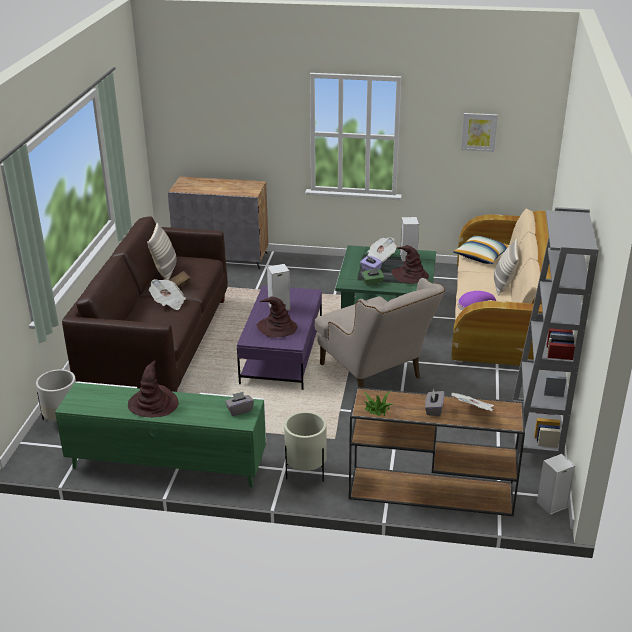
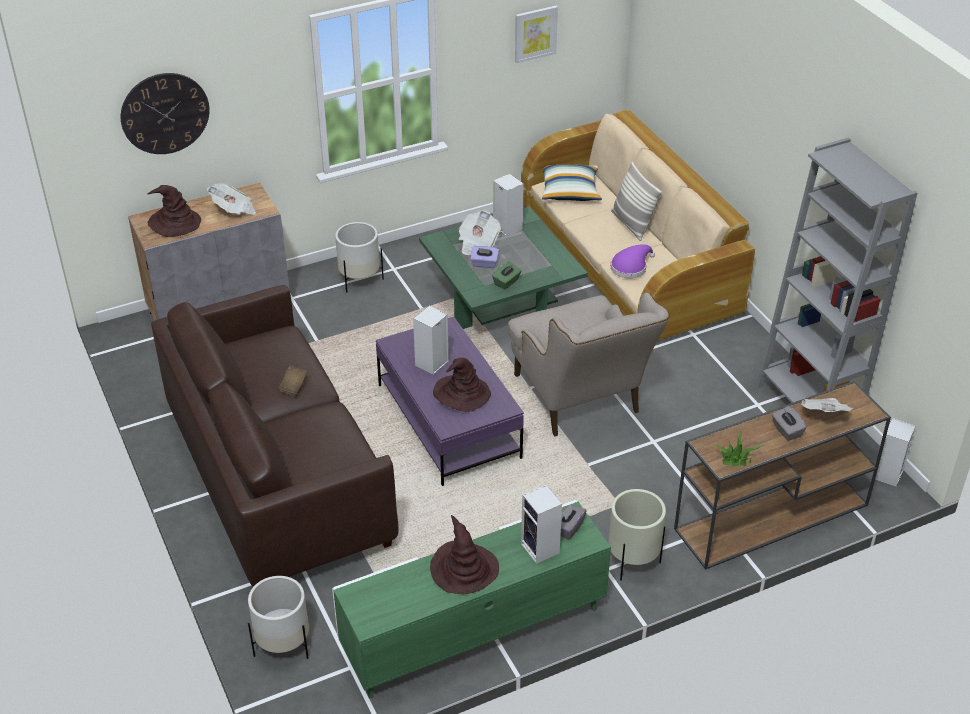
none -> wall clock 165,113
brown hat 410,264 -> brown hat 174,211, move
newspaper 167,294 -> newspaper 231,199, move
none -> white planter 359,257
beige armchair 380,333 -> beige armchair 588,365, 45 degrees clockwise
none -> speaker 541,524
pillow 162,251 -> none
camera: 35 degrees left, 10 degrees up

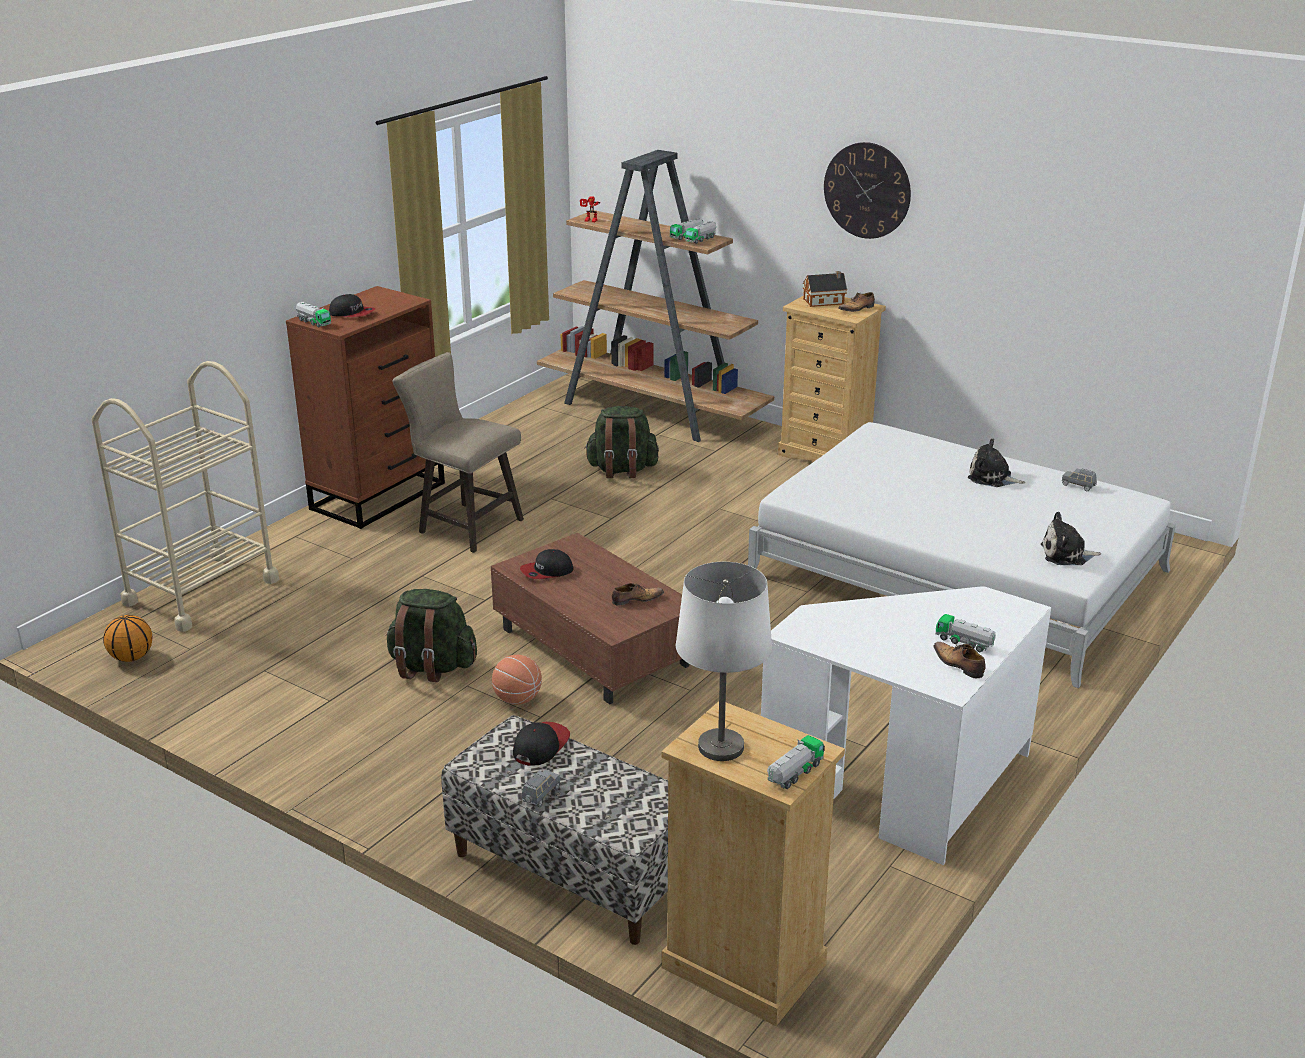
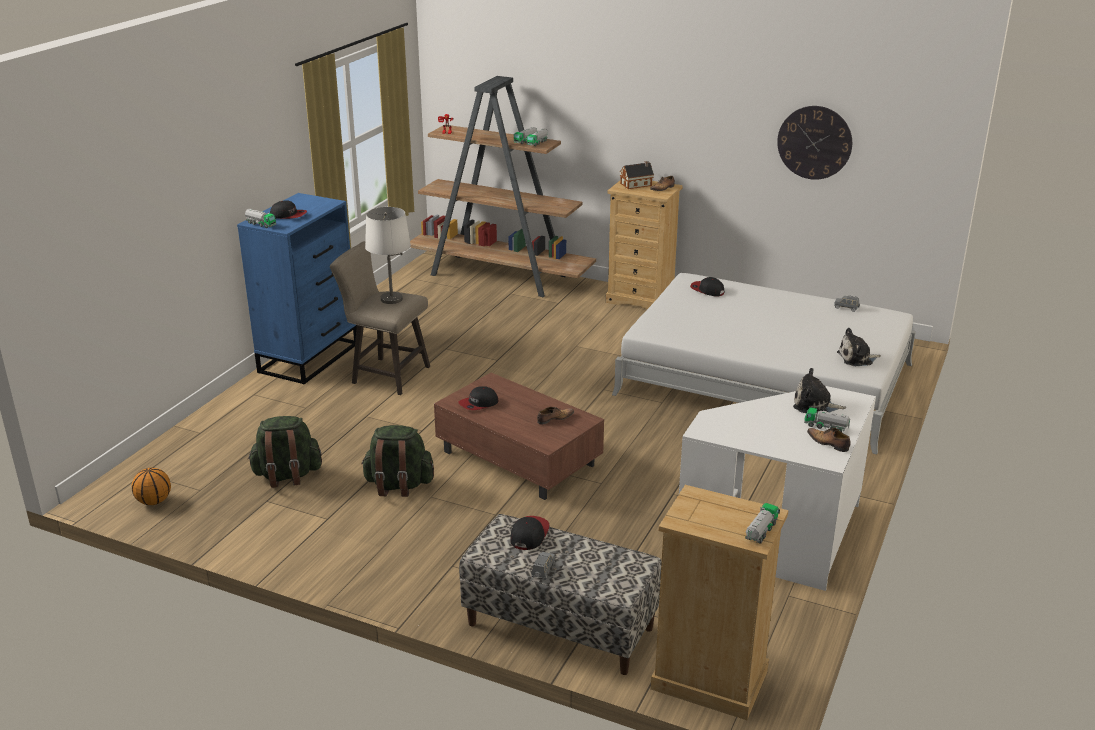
brown dresser 365,407 -> blue dresser 297,289
green backpack 621,442 -> green backpack 285,452, move
white table lamp 724,661 -> white table lamp 388,255, move
none -> cap 707,287
wall clock 867,190 -> wall clock 814,143, move
plush toy 996,463 -> plush toy 819,390, move
beige cart 185,496 -> none
basketball 517,680 -> none
camera: 10 degrees left, 0 degrees up

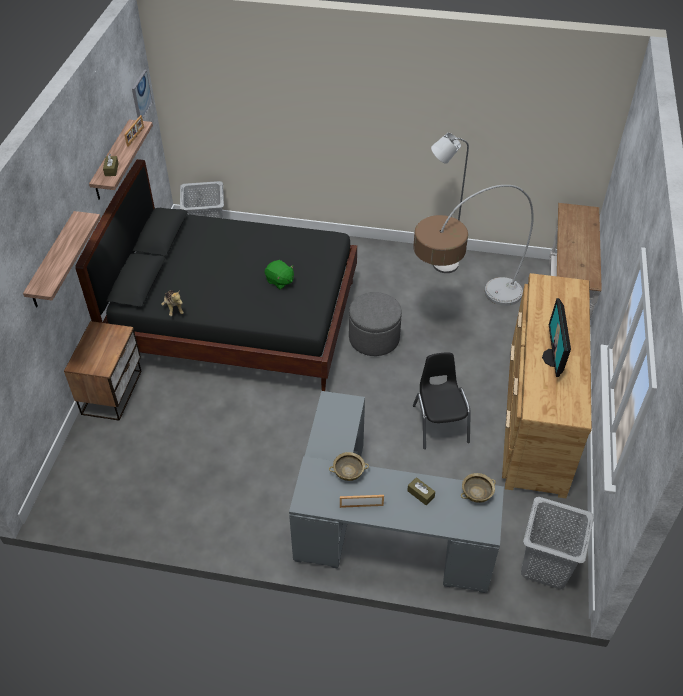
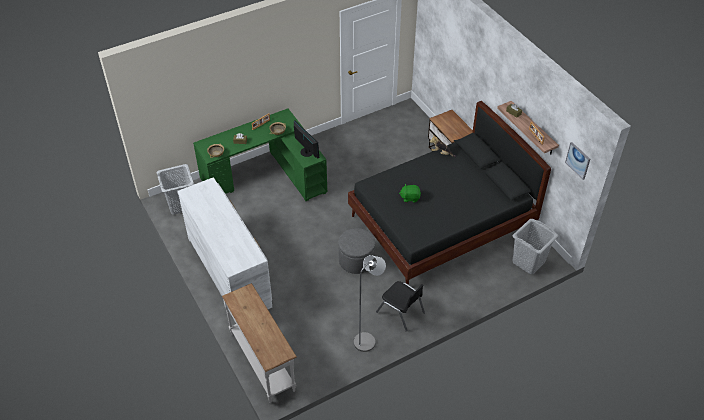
brown dresser 547,385 -> white dresser 224,243
grey desk 396,492 -> green desk 260,155
monitor 556,337 -> monitor 306,140, move
black chair 442,400 -> black chair 400,306, move
shelf 62,259 -> none
floor lamp 473,245 -> none
camera: 140 degrees right, 0 degrees up

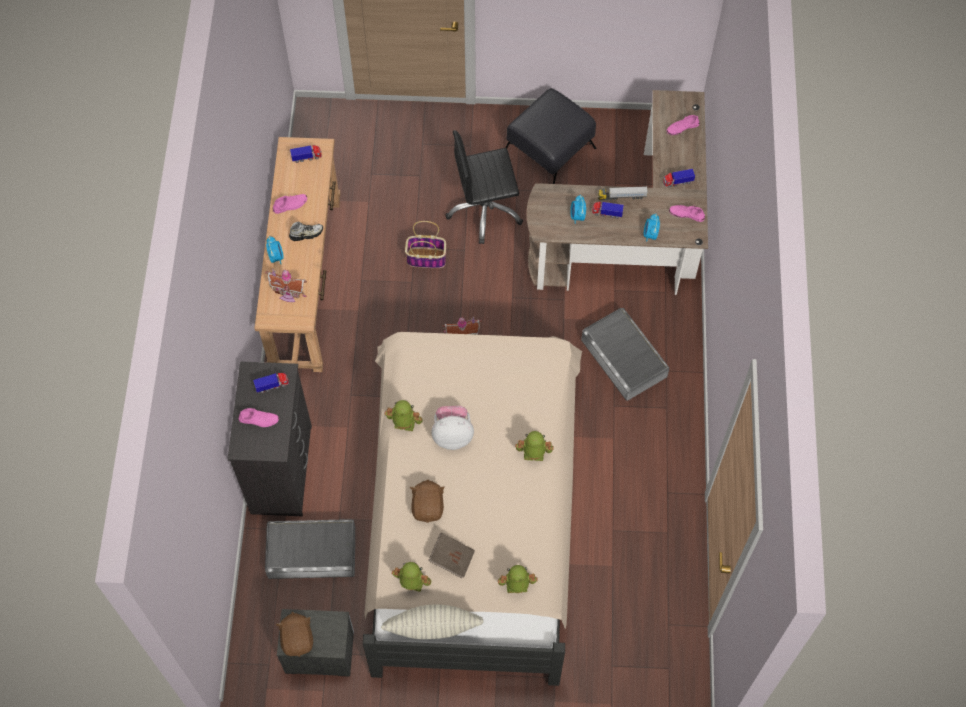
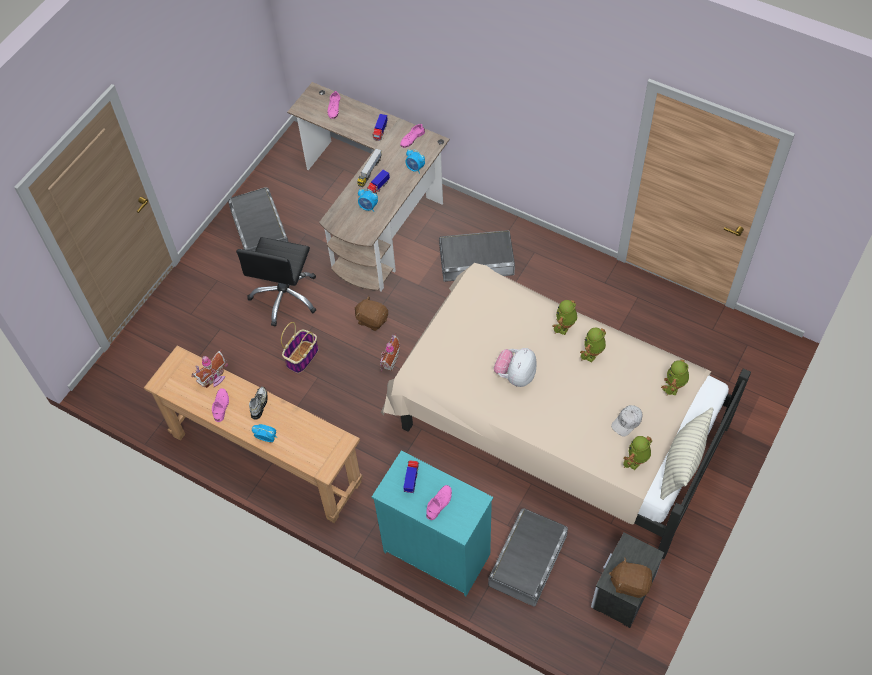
toy house 286,285 -> toy house 209,368, move
black ottoman 551,136 -> grey storage box 258,219
brown plush toy 427,501 -> brown plush toy 371,313, move
black dresser 269,438 -> turquoise dresser 432,523
toy robot 403,415 -> toy robot 593,345, move
brown book 451,555 -> white cap 626,421
toy truck 306,154 -> none
camera: 60 degrees left, 5 degrees down

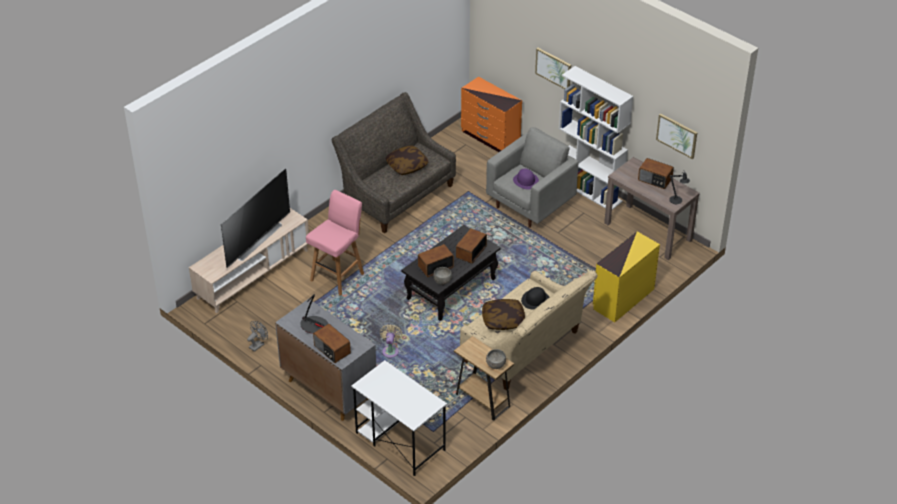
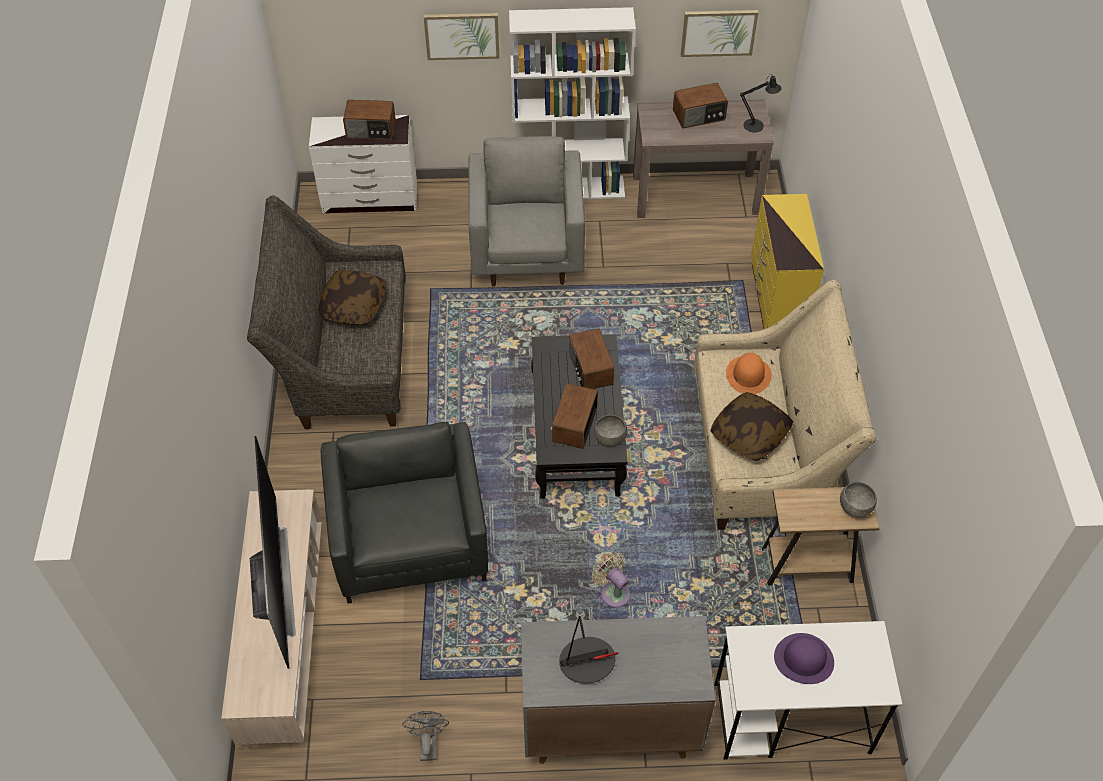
orange dresser 491,114 -> white dresser 363,164
pink stool 335,243 -> grey armchair 404,512
radio 332,343 -> radio 369,120, move
black hat 535,298 -> orange hat 749,373
purple hat 526,179 -> purple hat 804,658, move
camera: 45 degrees left, 10 degrees up

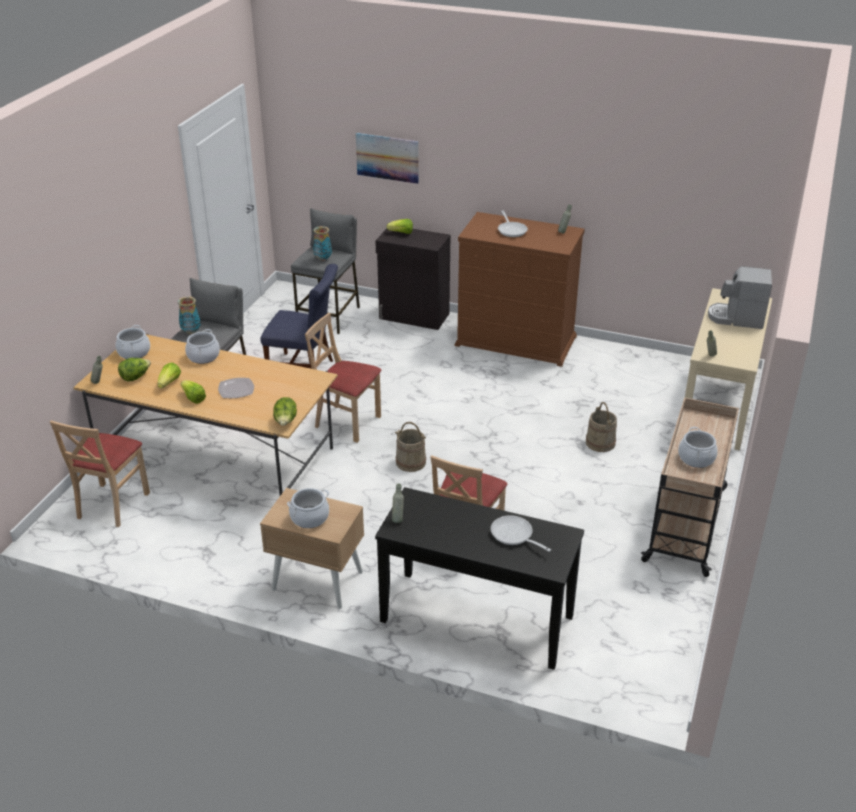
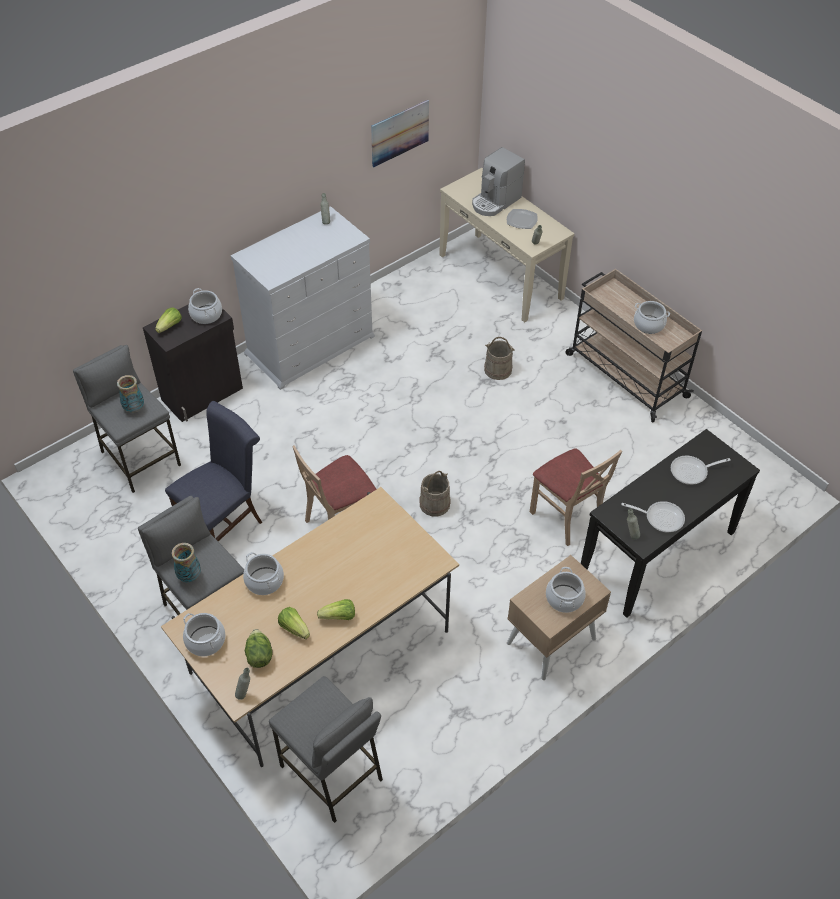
none -> cooking pot 205,306
brown dresser 520,289 -> white dresser 303,298
beige chair 100,473 -> grey stool 326,749
picture 387,158 -> picture 400,133, move
plate 236,388 -> plate 522,219, move
frying pan 513,224 -> frying pan 653,516, move
lettuce 285,411 -> none
camera: 60 degrees left, 15 degrees up

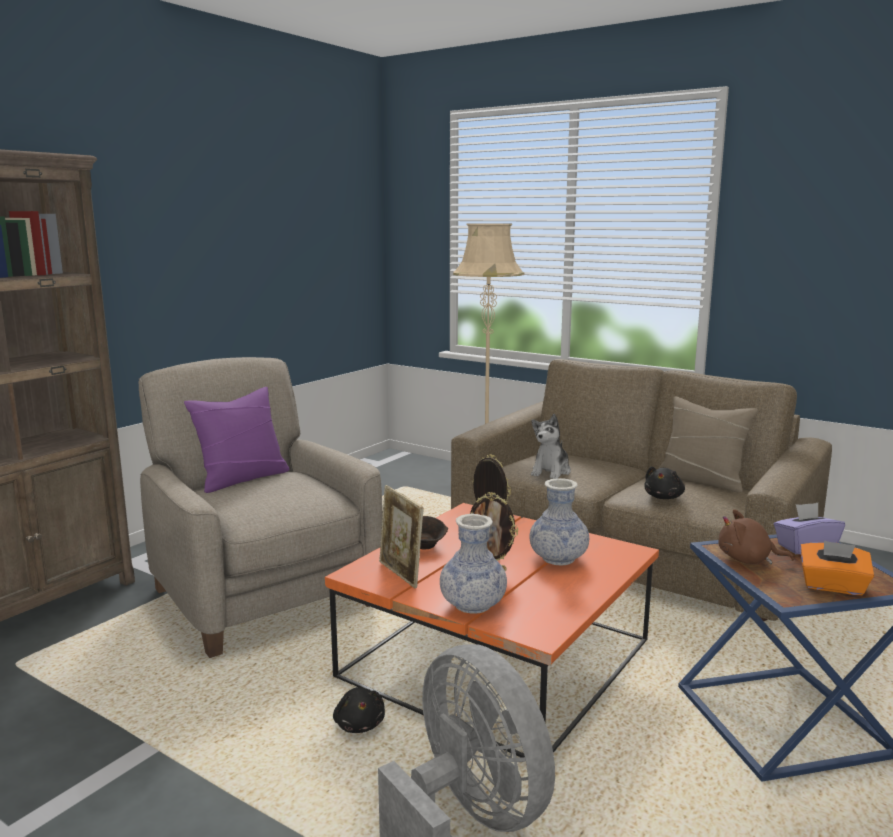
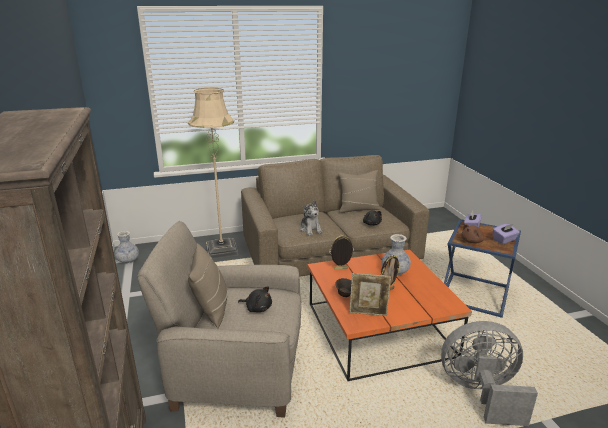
vase 473,563 -> vase 127,247, move
purple pillow 237,440 -> beige pillow 208,286
black plush toy 359,710 -> black plush toy 255,299, move
orange tissue box 837,568 -> purple tissue box 506,234
camera: 50 degrees left, 10 degrees up

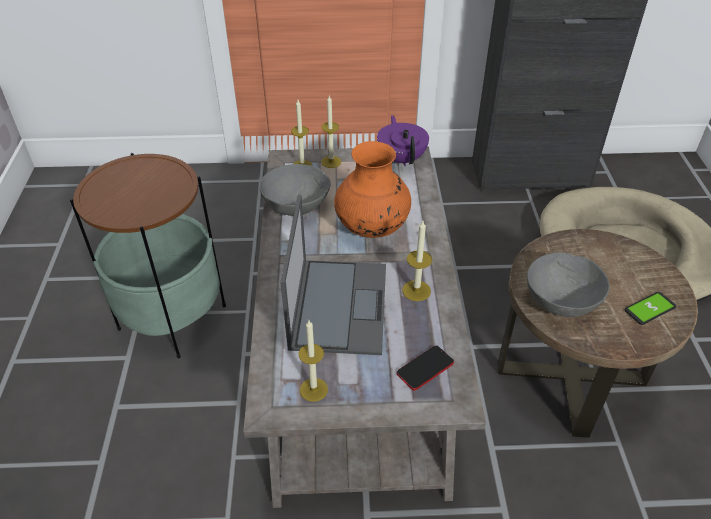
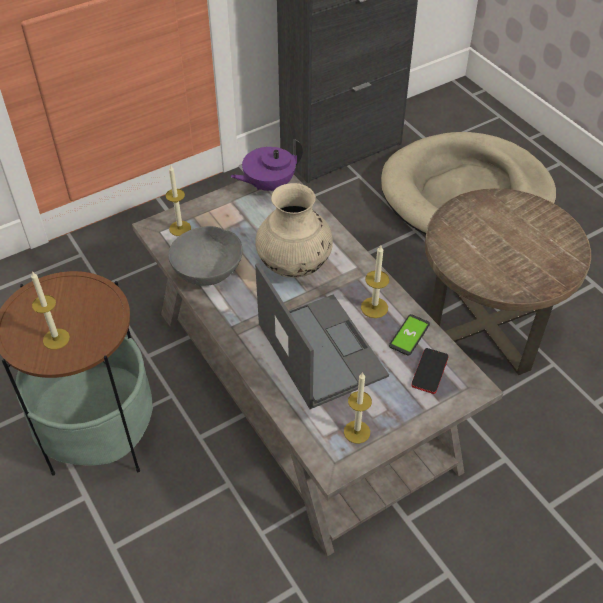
candle 331,132 -> candle 50,310, move
purple teapot 403,141 -> purple teapot 267,165, 75 degrees counterclockwise
orange vase 372,189 -> beige vase 294,230
phone 650,308 -> phone 409,335, move
grey bowl 568,284 -> none
camera: 30 degrees left, 5 degrees up

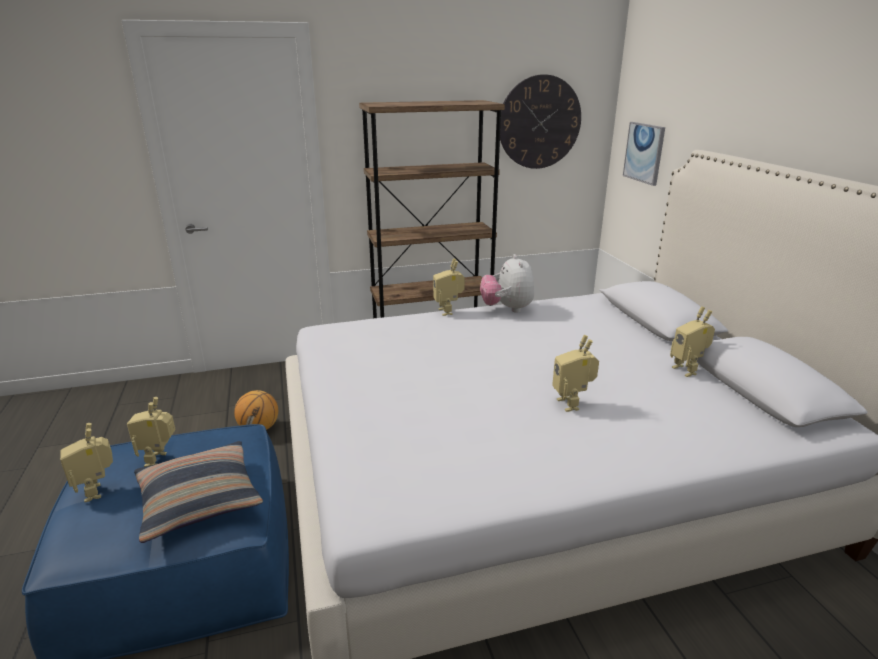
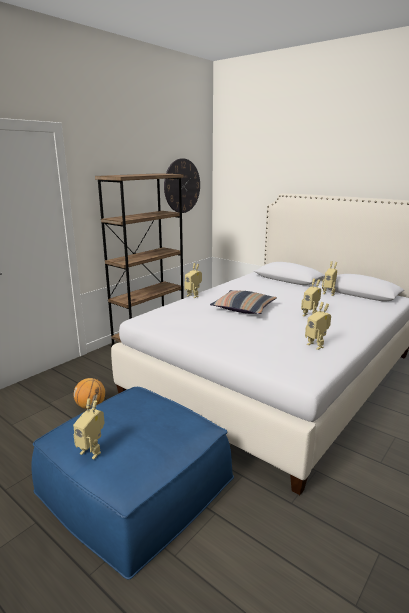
pillow 198,492 -> pillow 243,302, move
toy robot 151,432 -> toy robot 318,326, move
plush toy 507,283 -> none
picture 644,154 -> none
camera: 35 degrees left, 5 degrees down

